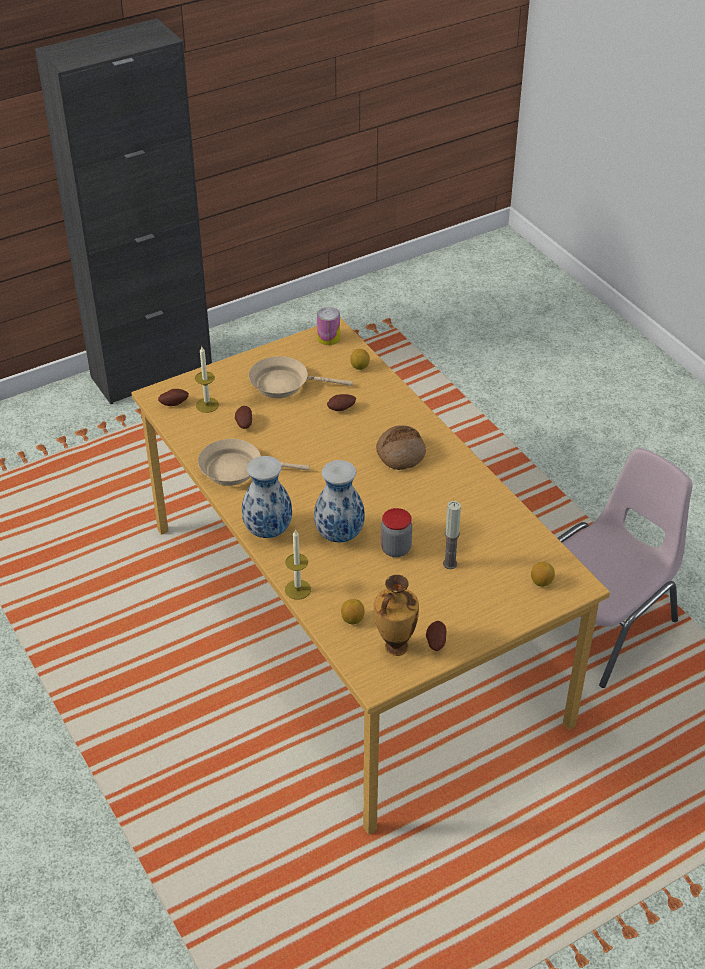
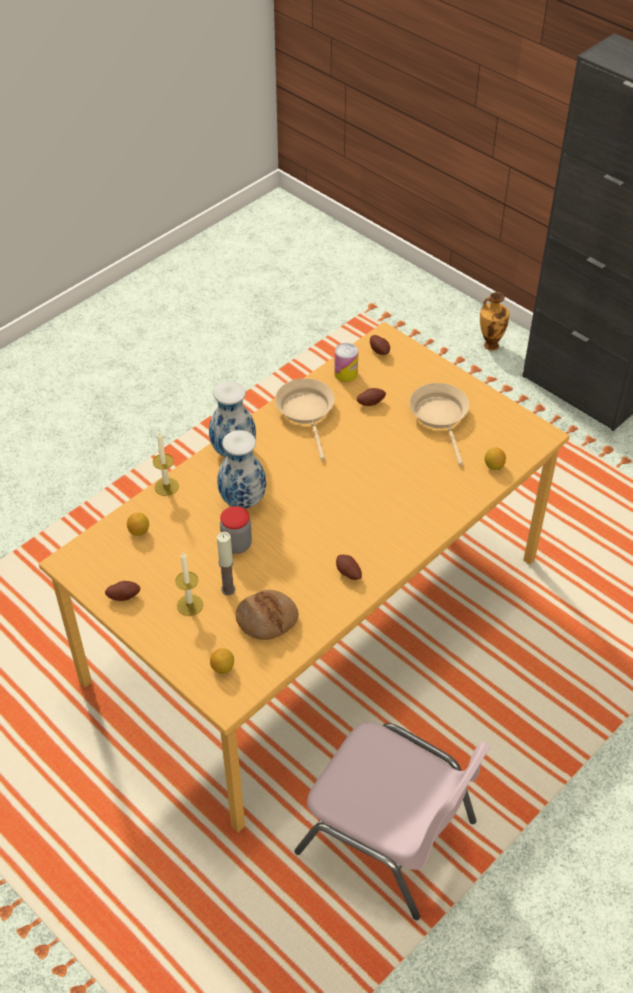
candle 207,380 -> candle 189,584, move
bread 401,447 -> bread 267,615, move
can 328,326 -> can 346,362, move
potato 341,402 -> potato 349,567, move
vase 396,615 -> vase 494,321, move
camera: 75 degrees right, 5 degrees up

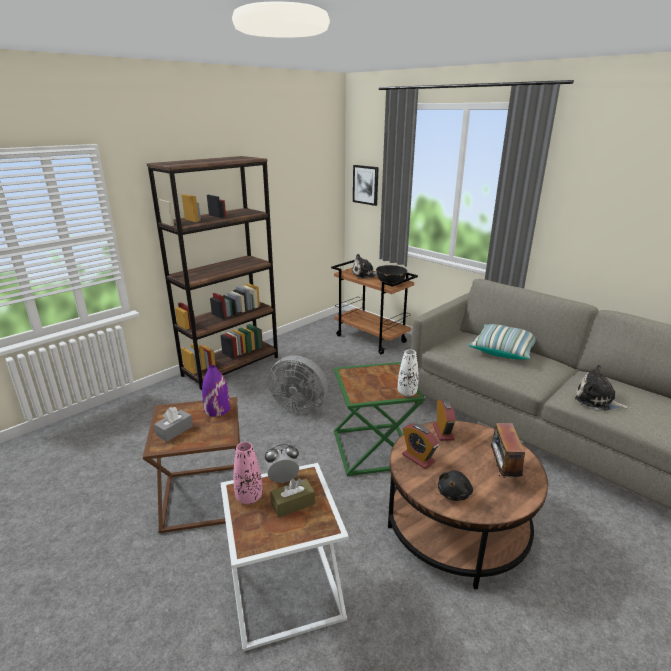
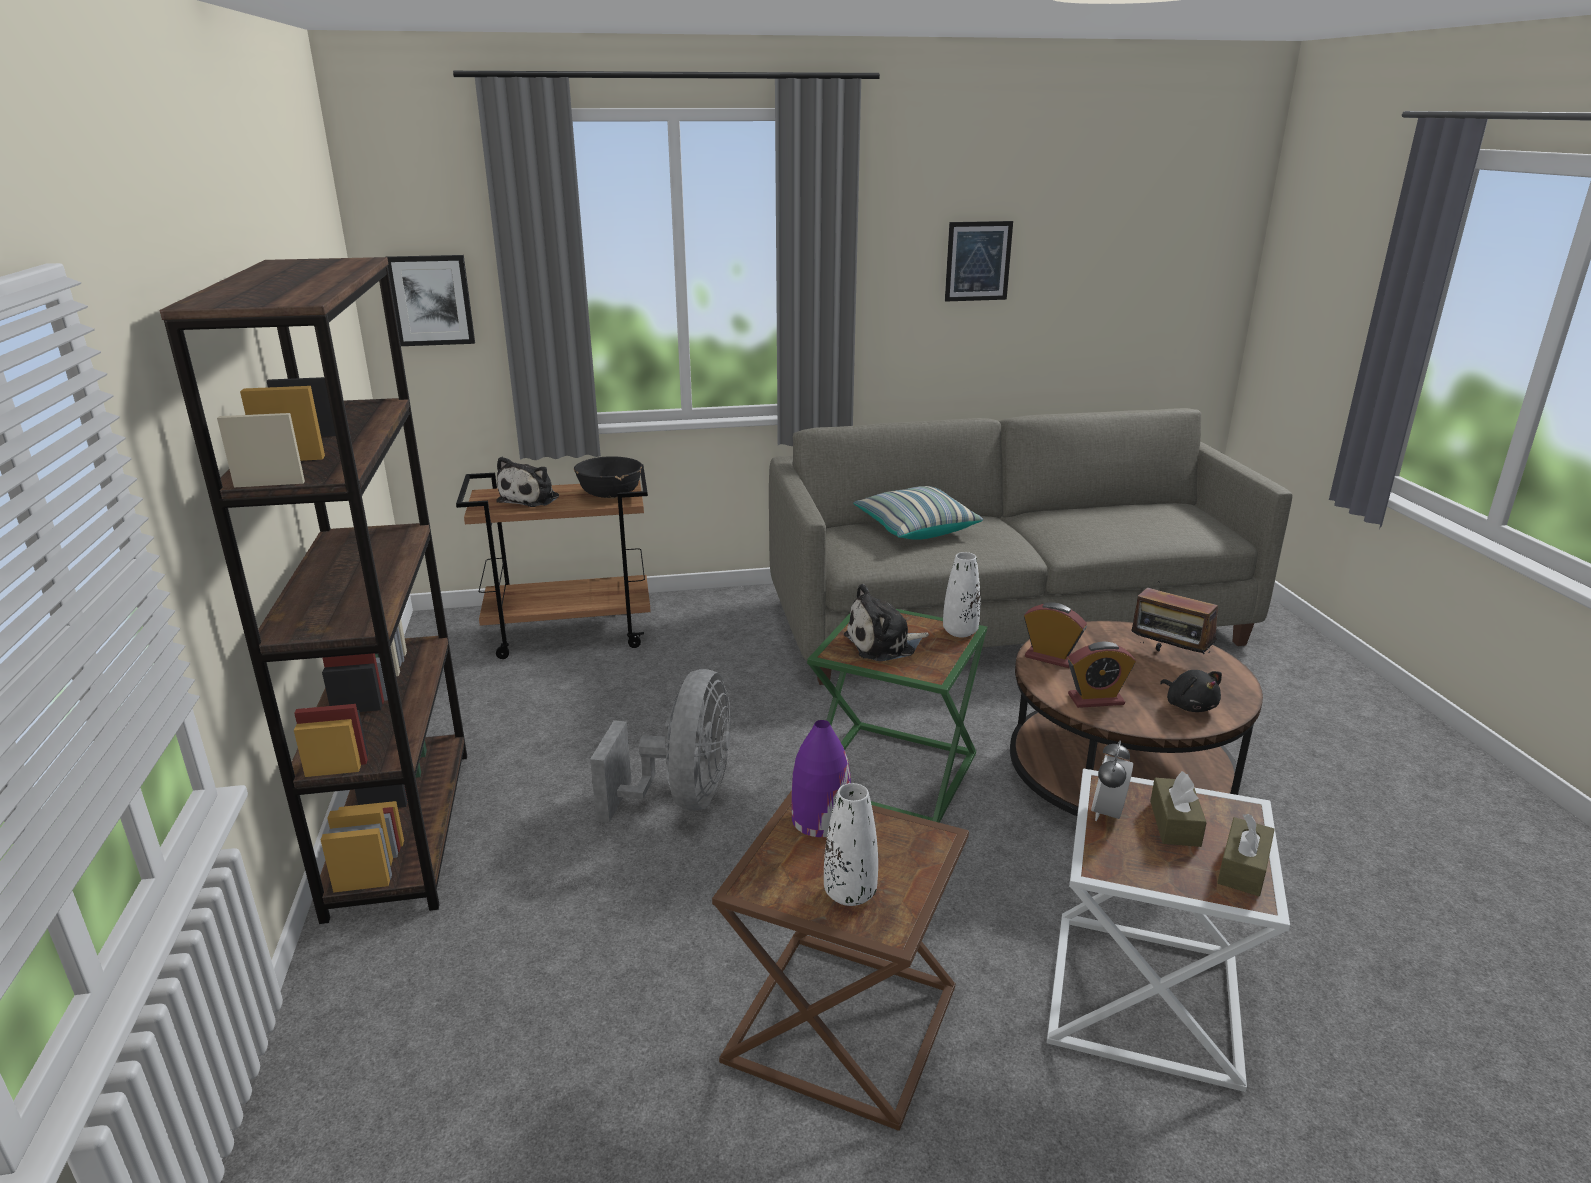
grey fan 298,384 -> grey fan 660,746, 45 degrees counterclockwise
grey tissue box 173,424 -> white vase 851,844
plush toy 603,388 -> plush toy 886,622, move
none -> picture 979,261
none -> brown tissue box 1246,855
pink vase 248,473 -> none
camera: 55 degrees left, 0 degrees up

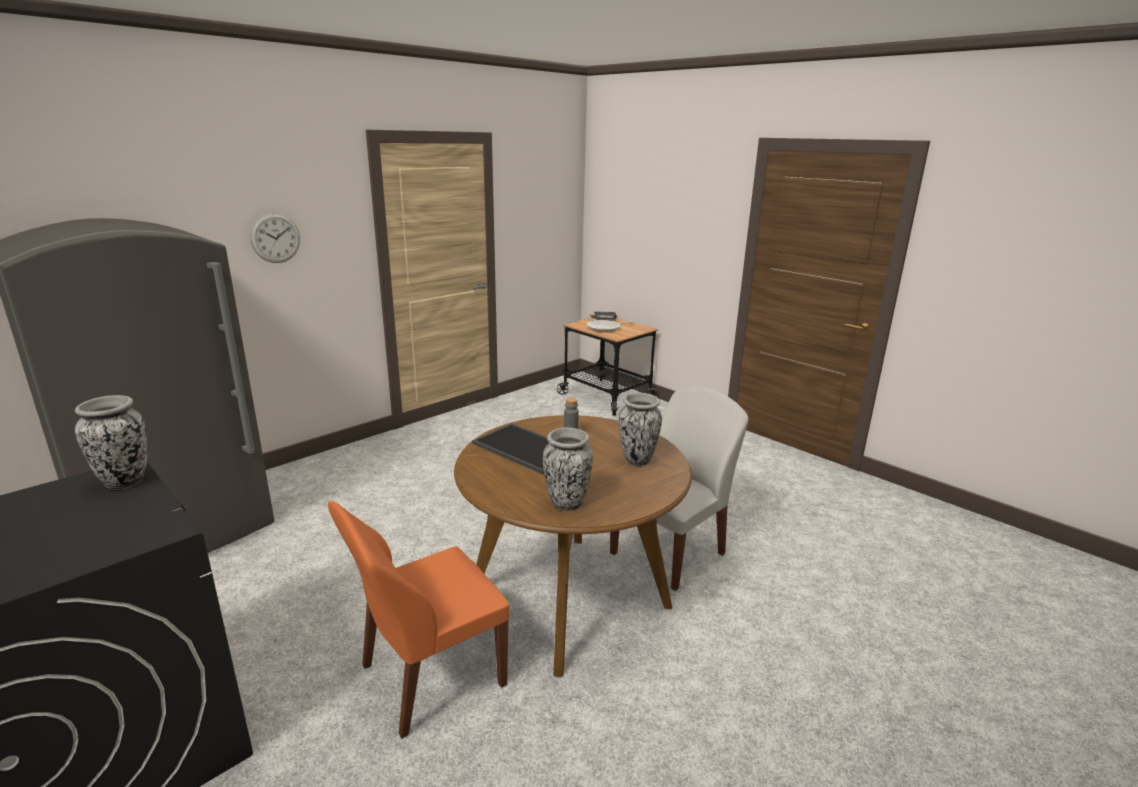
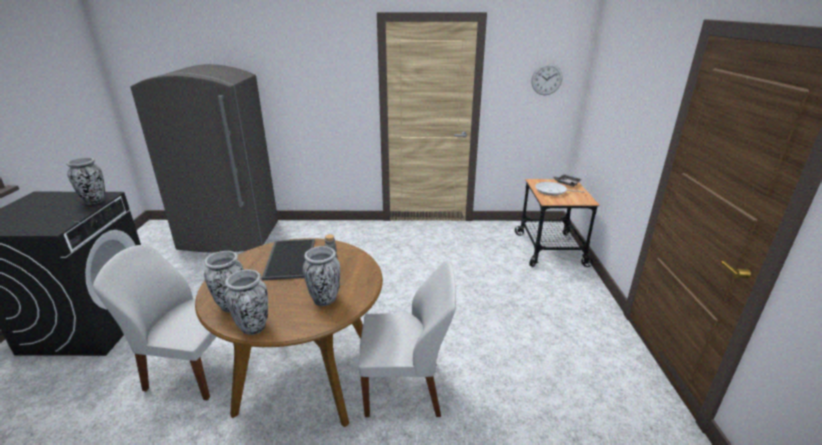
orange chair 418,619 -> white chair 155,323
none -> vase 246,302
wall clock 275,238 -> wall clock 547,79, move
camera: 45 degrees right, 5 degrees up

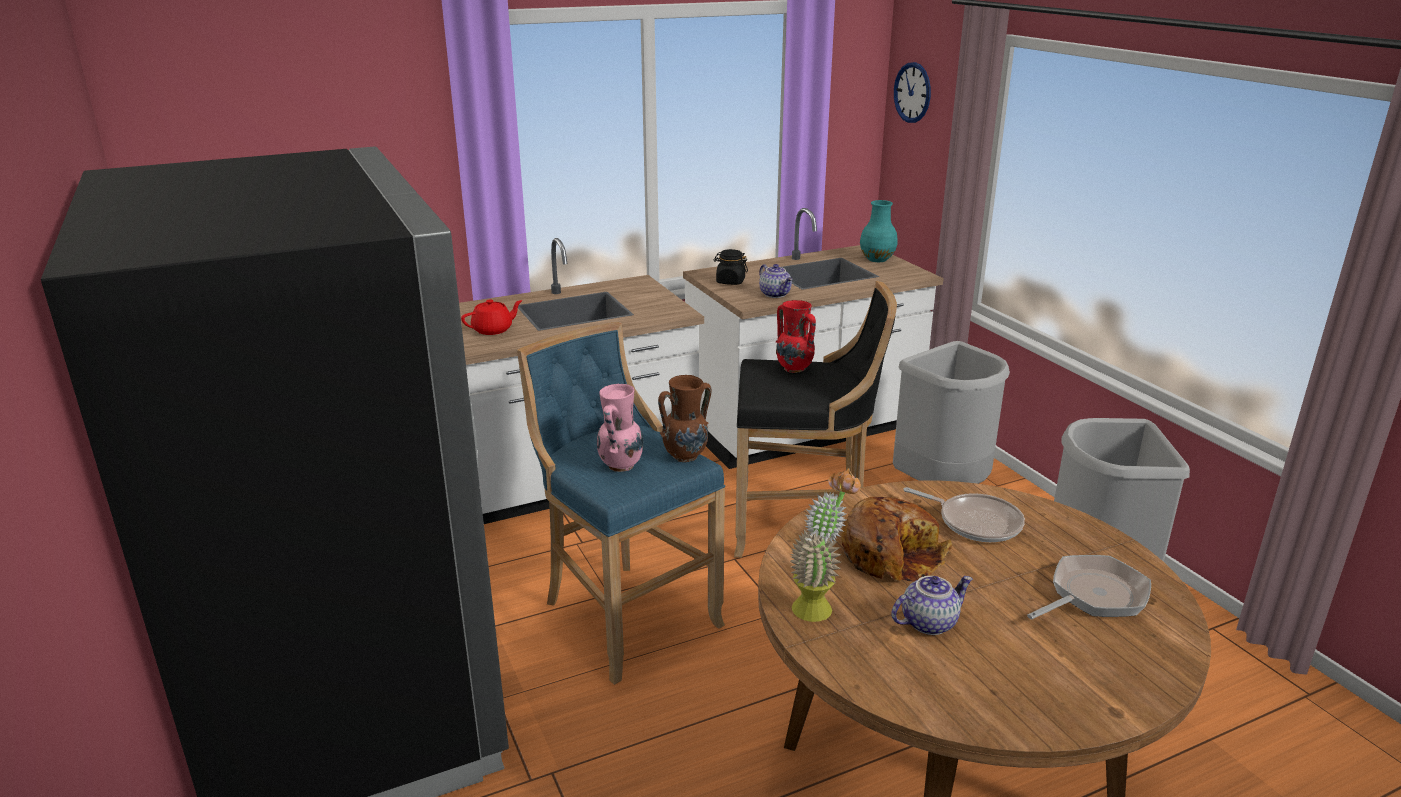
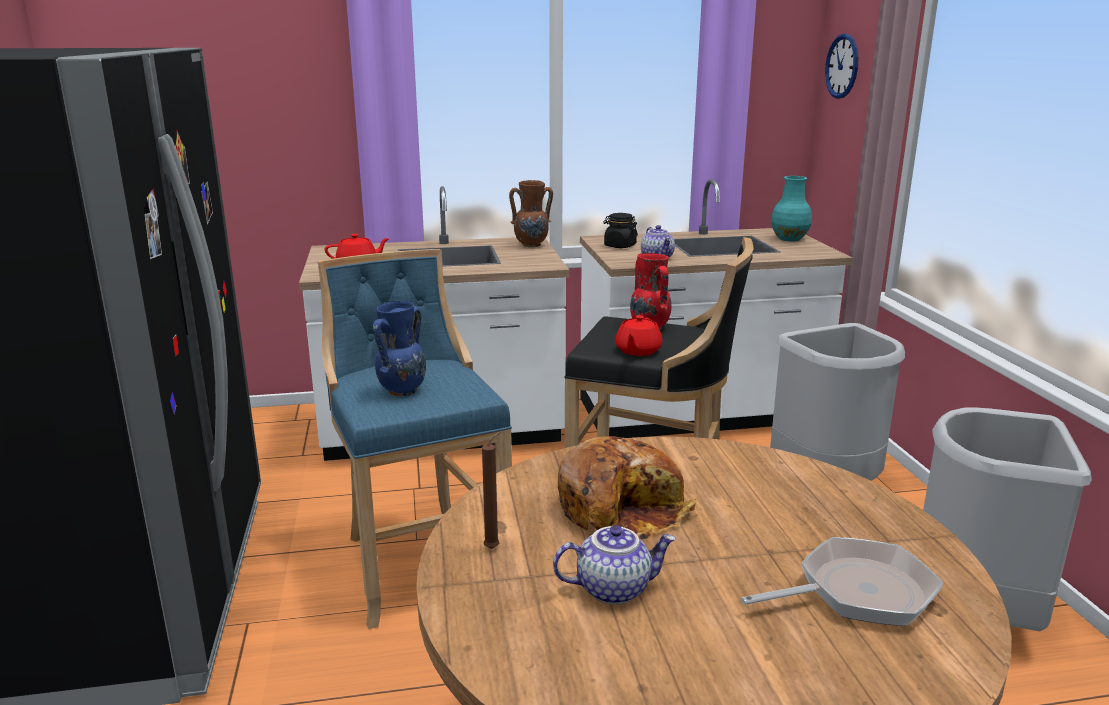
pink vase 620,428 -> blue vase 399,349
potted plant 825,545 -> brown candle 491,490
brown vase 685,418 -> brown vase 531,213, move
none -> red teapot 638,335
frying pan 964,514 -> none
camera: 15 degrees right, 5 degrees down

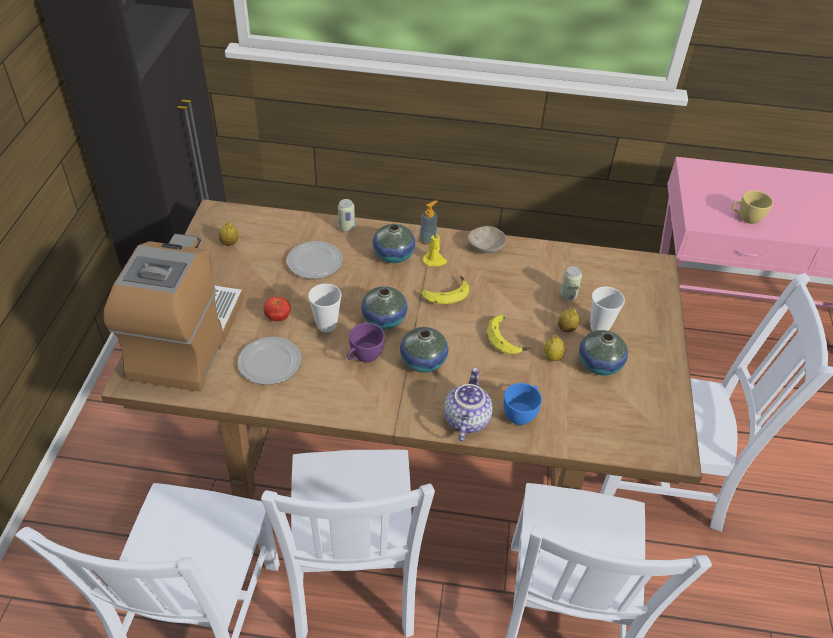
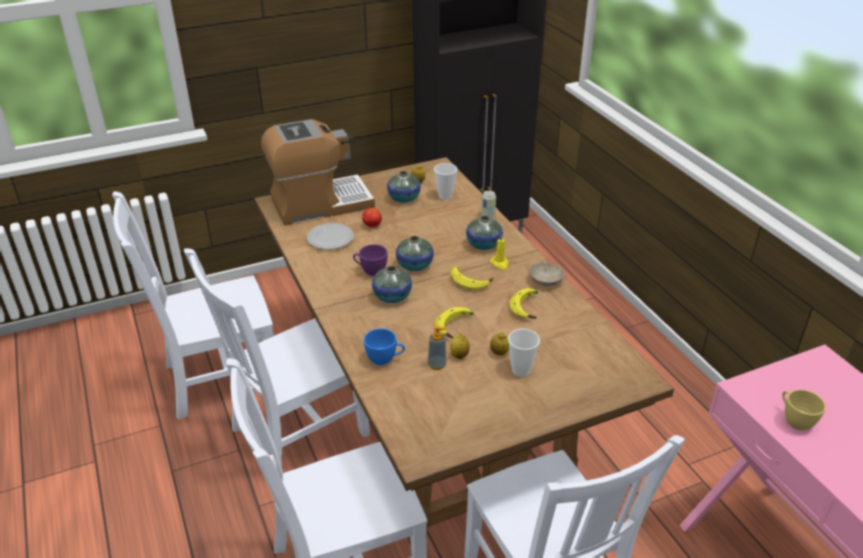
vase 603,353 -> vase 404,187, move
soap dispenser 428,222 -> soap dispenser 437,347, move
cup 325,308 -> cup 445,181, move
none -> banana 524,303
plate 315,260 -> none
teapot 468,404 -> none
can 571,283 -> none
camera: 60 degrees right, 10 degrees down

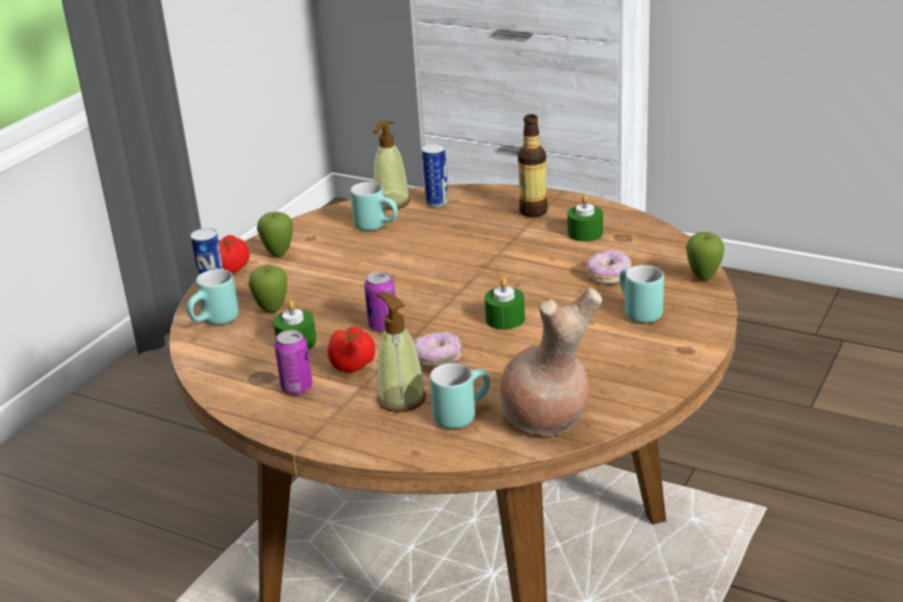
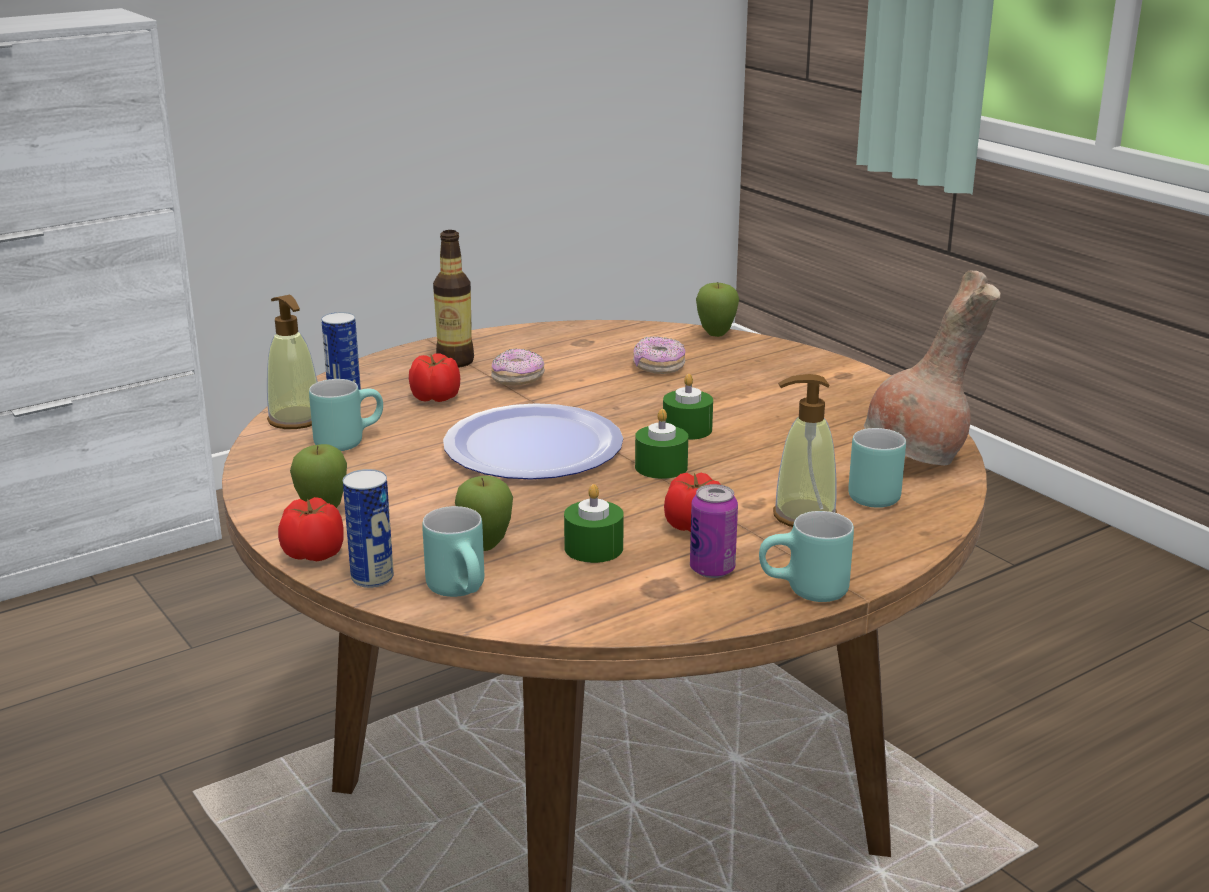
none -> tomato 434,377
none -> plate 533,441
donut 438,350 -> donut 518,367, move
green candle 585,218 -> green candle 661,444, move
turquoise mug 642,294 -> turquoise mug 806,556, move
can 379,301 -> none
camera: 65 degrees left, 5 degrees down

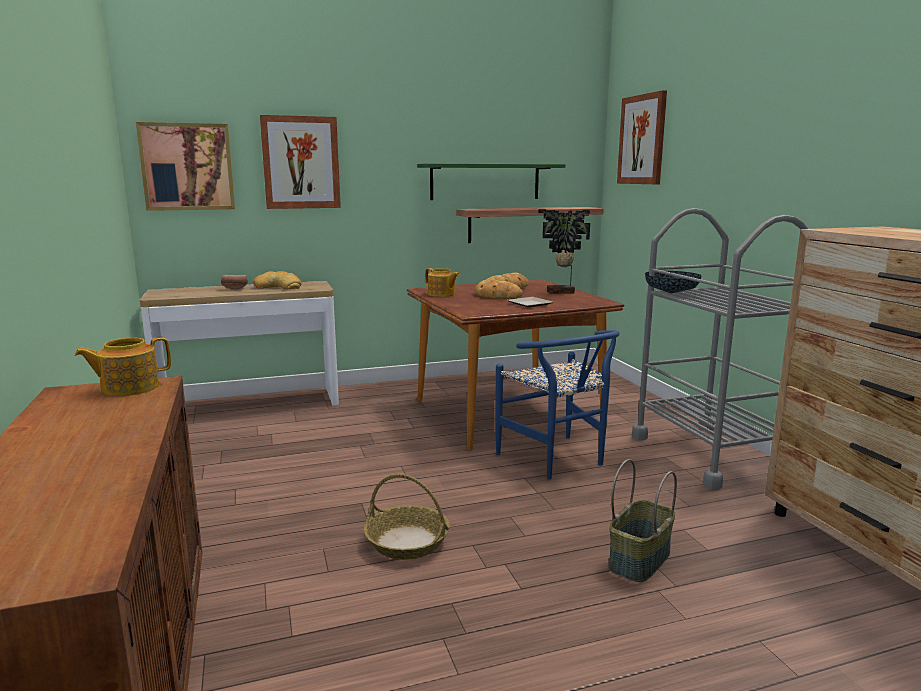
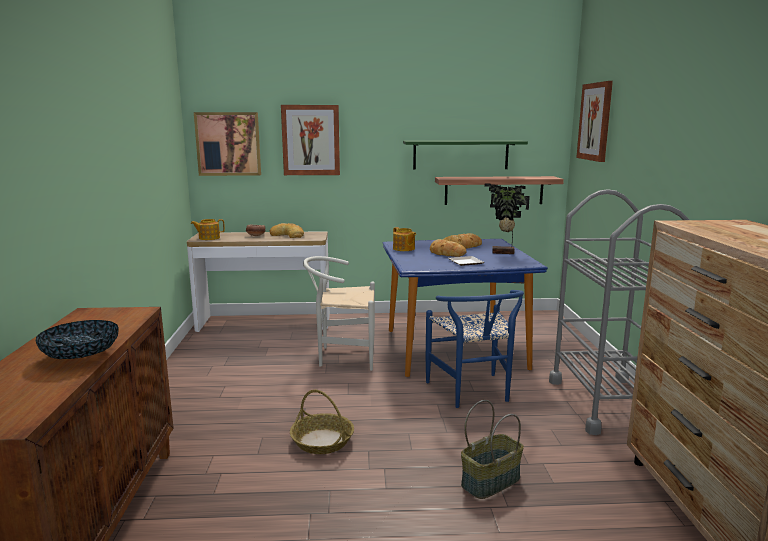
bowl 673,282 -> bowl 77,339, move
teapot 123,366 -> teapot 208,229, move
none -> white chair 339,313
brown dining table 516,365 -> blue dining table 465,308
camera: 15 degrees right, 0 degrees up

